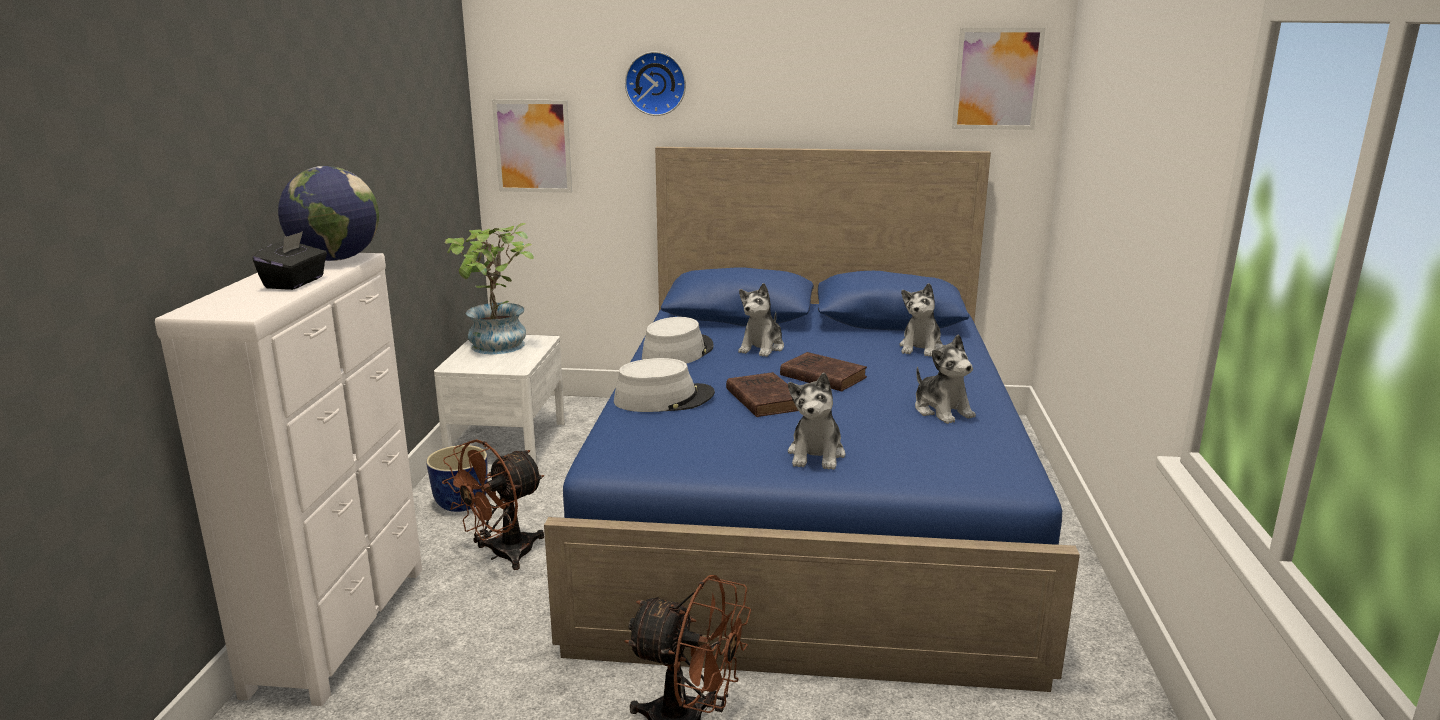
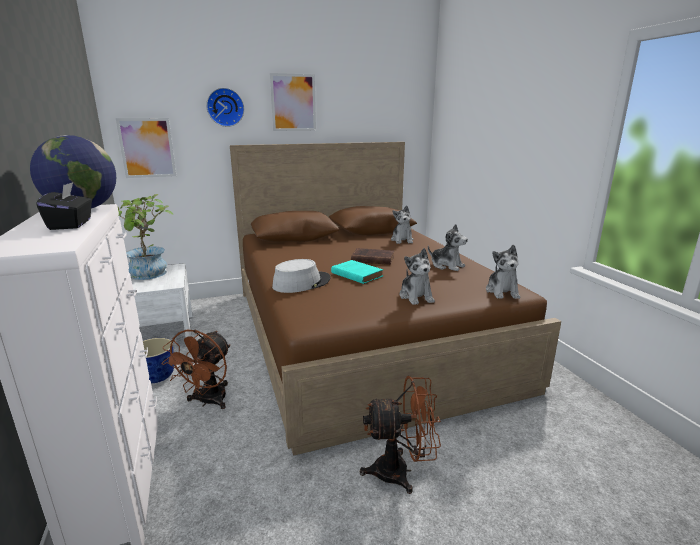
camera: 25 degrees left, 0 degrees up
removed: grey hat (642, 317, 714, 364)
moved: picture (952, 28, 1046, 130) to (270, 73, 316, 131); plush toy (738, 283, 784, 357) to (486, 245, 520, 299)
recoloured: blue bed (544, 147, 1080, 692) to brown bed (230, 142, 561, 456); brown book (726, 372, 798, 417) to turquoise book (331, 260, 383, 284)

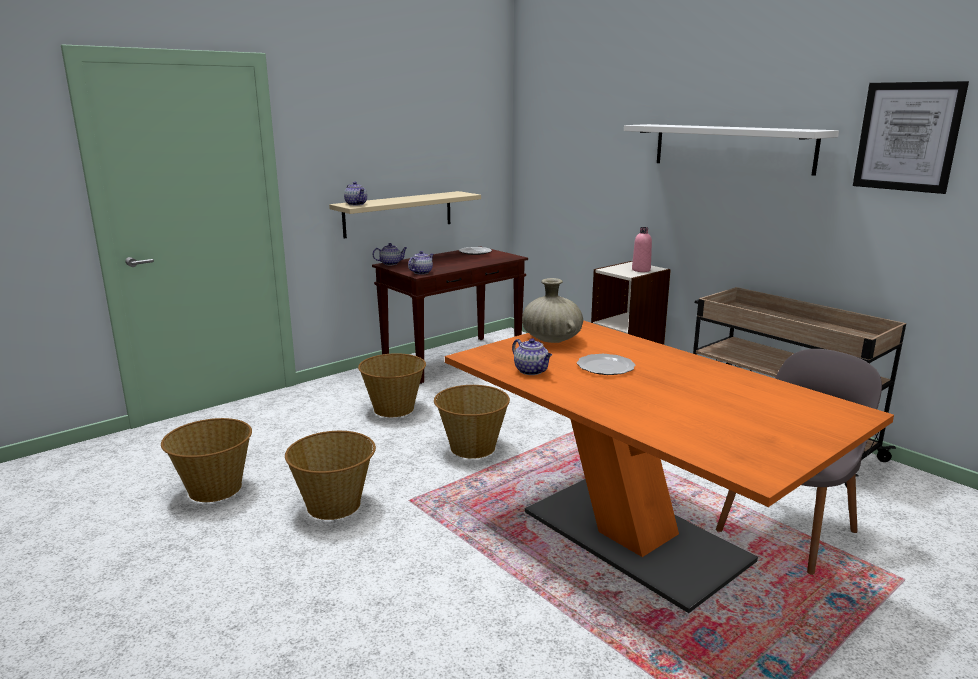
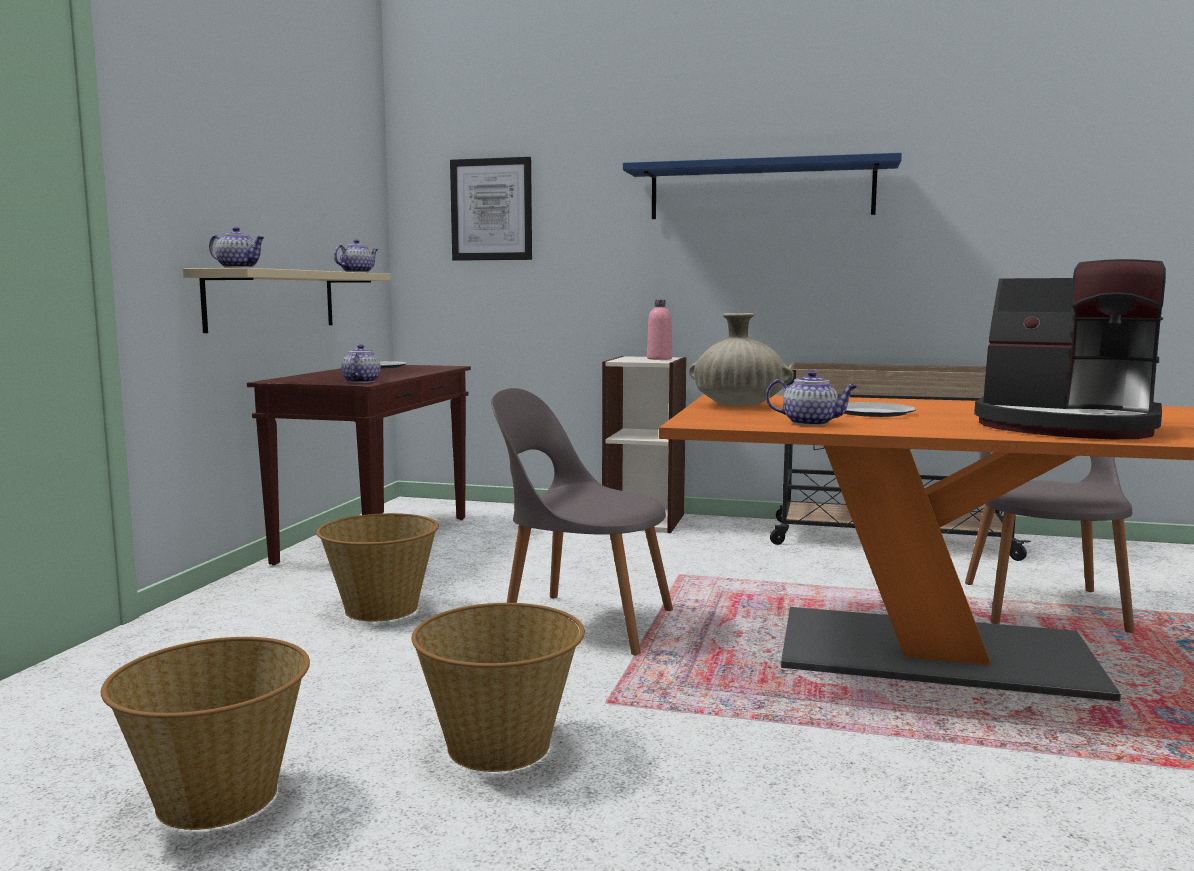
camera: 35 degrees left, 10 degrees down
added: coffee machine (974, 259, 1166, 439)
moved: teapot (373, 243, 407, 265) to (334, 239, 378, 273); picture (853, 81, 969, 194) to (450, 157, 532, 261)
replaced: basket (434, 385, 510, 459) to grey chair (491, 388, 673, 655)
recoloured: white shelf (624, 124, 839, 176) to blue shelf (623, 153, 902, 219)

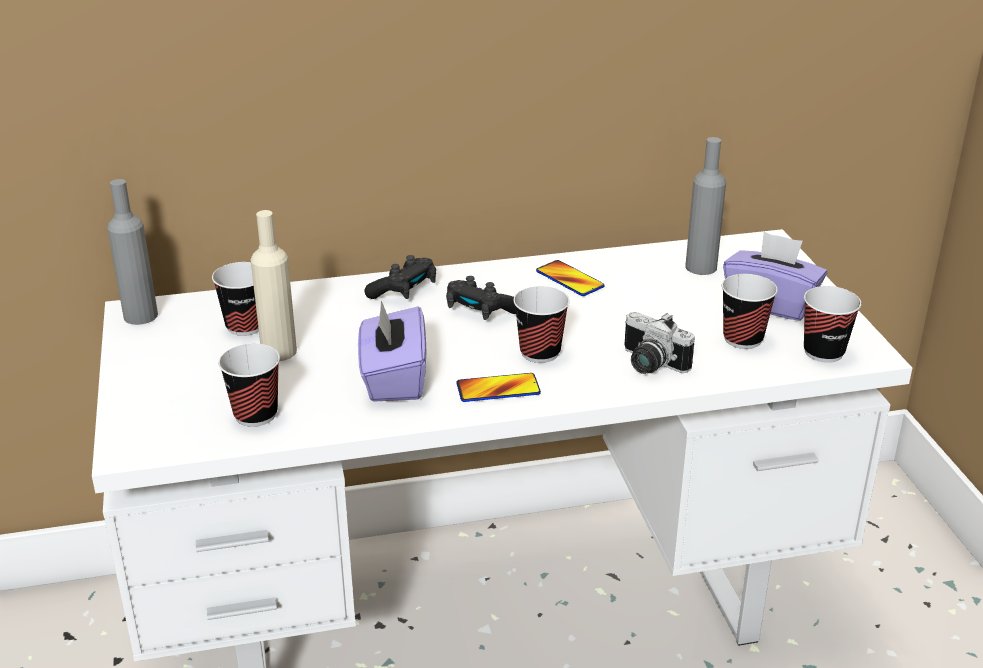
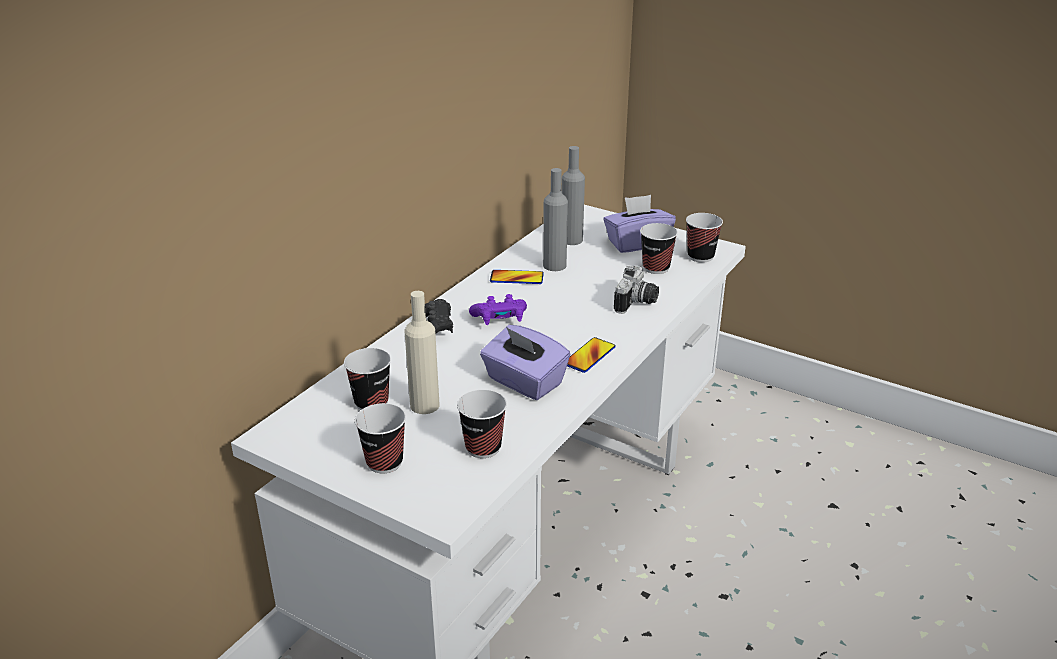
camera: 45 degrees left, 0 degrees up
moved: cup (513, 286, 570, 363) to (355, 403, 406, 473); grey bottle (107, 179, 158, 325) to (543, 168, 568, 271)
recoloured: black game controller (446, 276, 516, 320) to purple game controller (469, 294, 527, 325)
turned: photo camera (624, 312, 695, 374) = (614, 265, 659, 314) 60 degrees counterclockwise

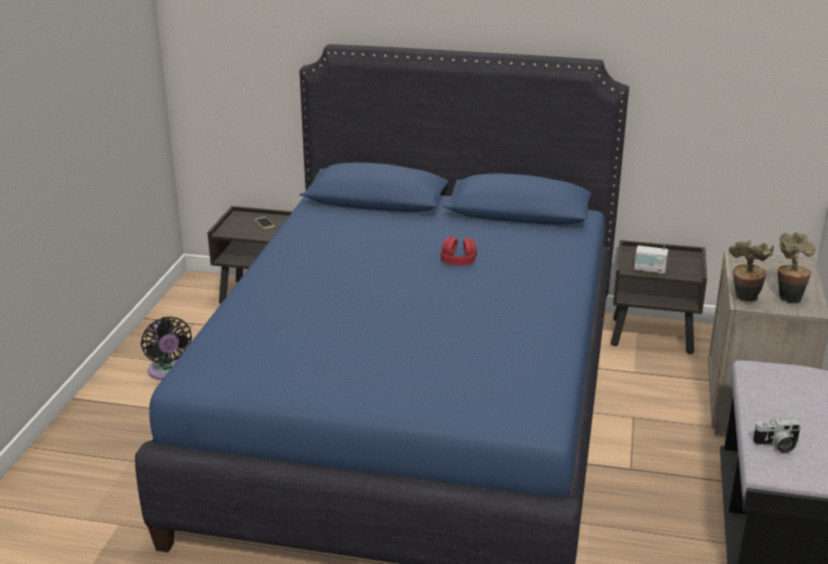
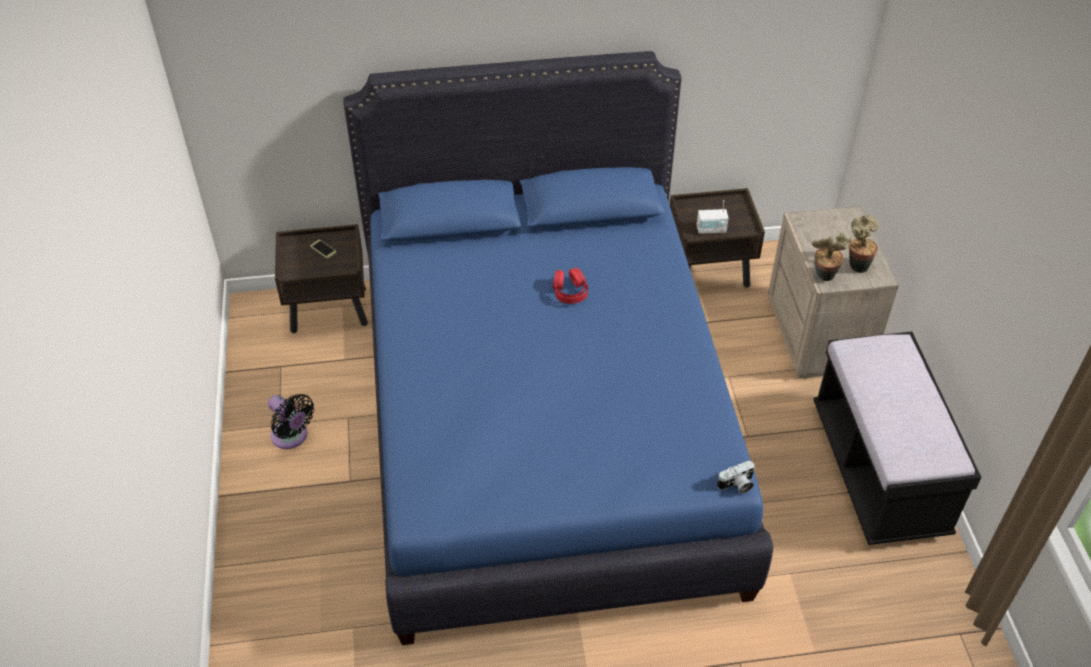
camera: 20 degrees left, 20 degrees up
moved: photo camera (753, 418, 801, 453) to (717, 460, 755, 494)

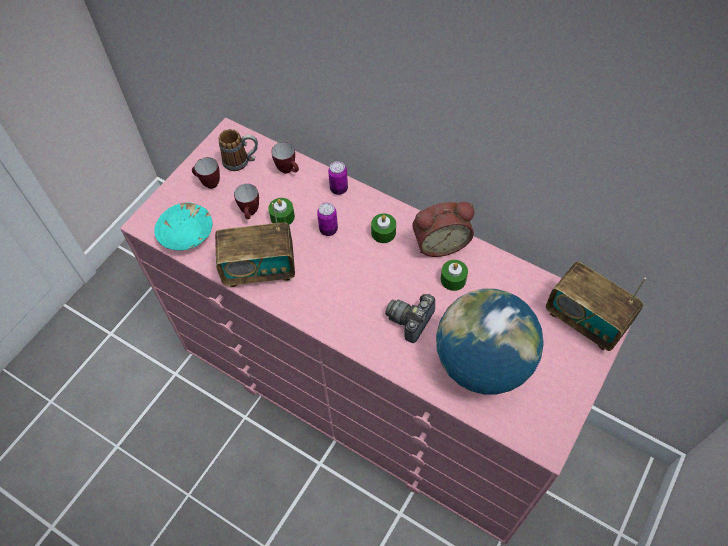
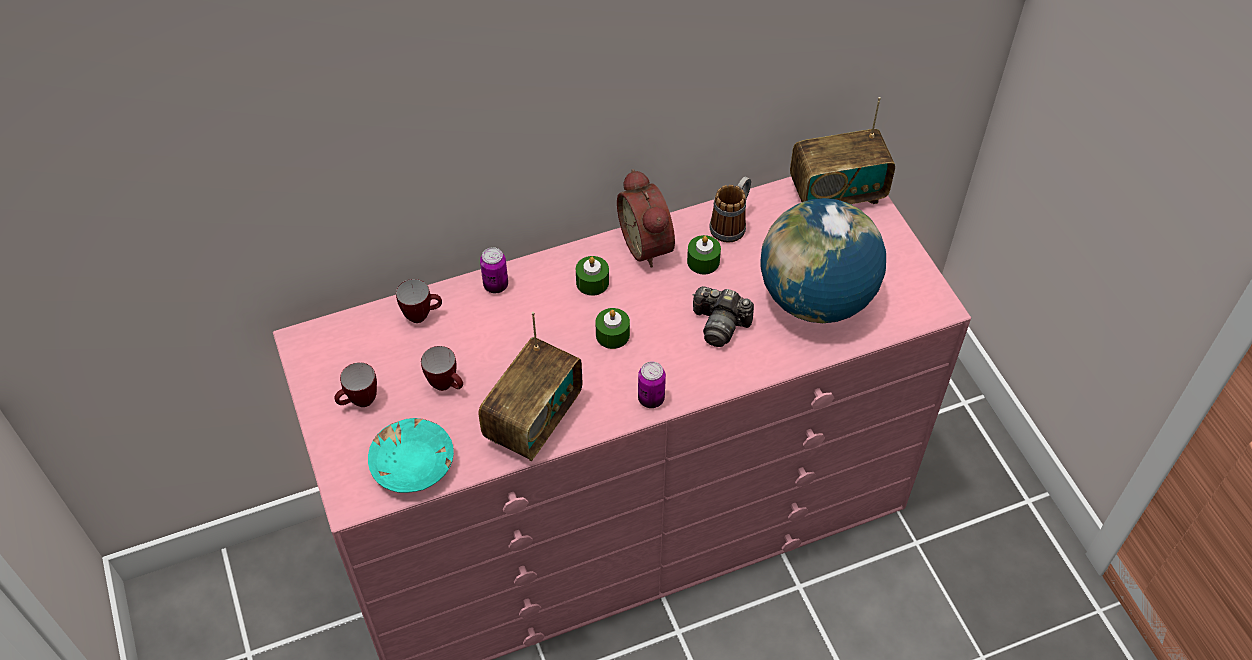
camera: 55 degrees left, 5 degrees down
moved: green candle (268, 198, 295, 225) to (595, 308, 630, 349); can (317, 202, 338, 236) to (638, 361, 666, 408); mug (219, 129, 258, 171) to (709, 177, 751, 242)
turned: alarm clock (412, 202, 475, 257) = (617, 169, 675, 268) 135 degrees clockwise; photo camera (385, 294, 435, 343) = (692, 286, 754, 347) 45 degrees counterclockwise

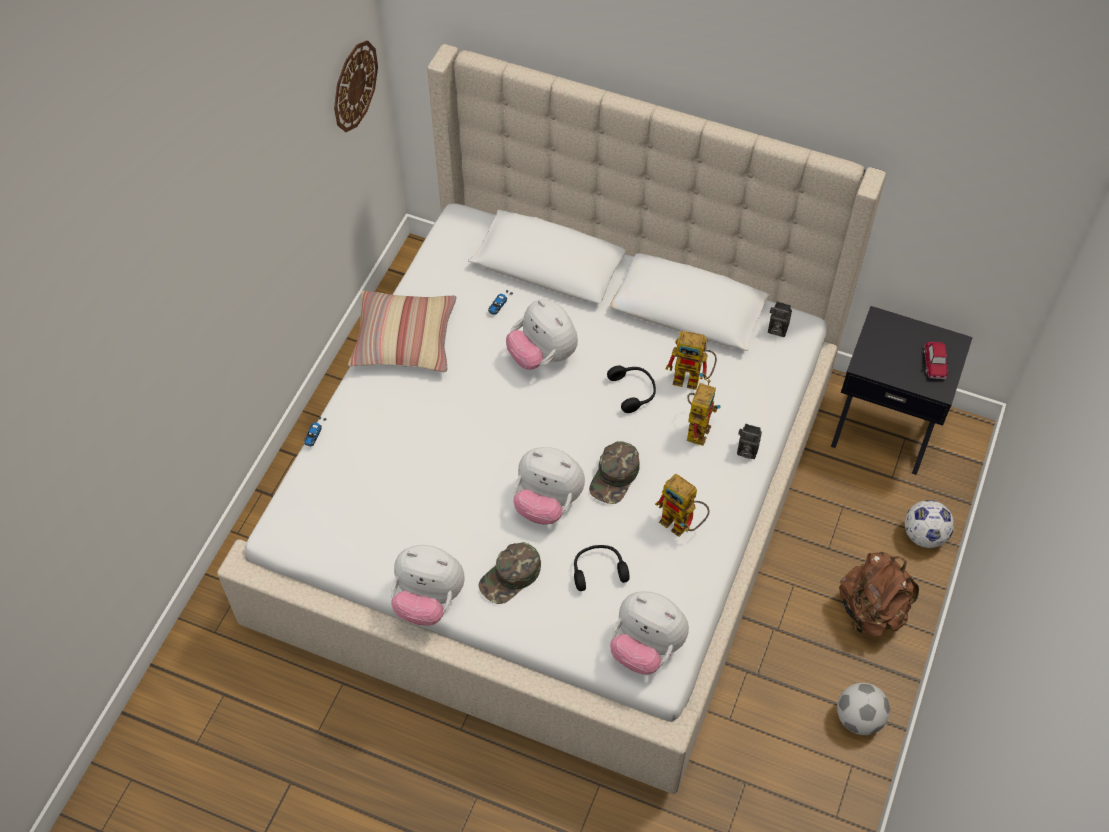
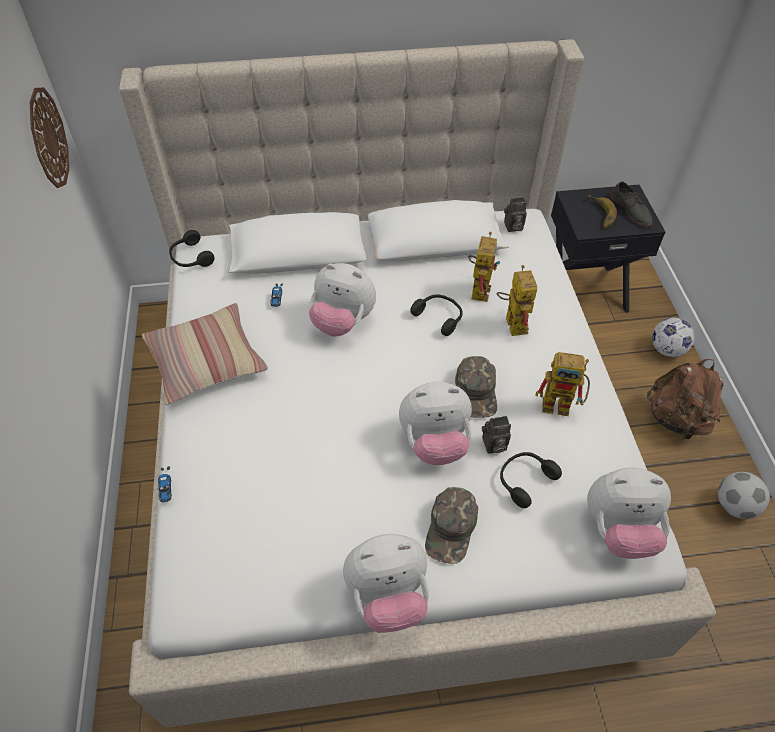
camera: 30 degrees left, 5 degrees down
added: black headphones (169, 230, 215, 267); banana (585, 195, 617, 229)
moved: photo camera (737, 424, 762, 459) to (482, 416, 511, 454)
replaced: toy car (924, 342, 950, 379) to grey shoe (610, 181, 653, 227)
turned: toy robot (665, 331, 717, 390) = (469, 232, 500, 302) 60 degrees counterclockwise

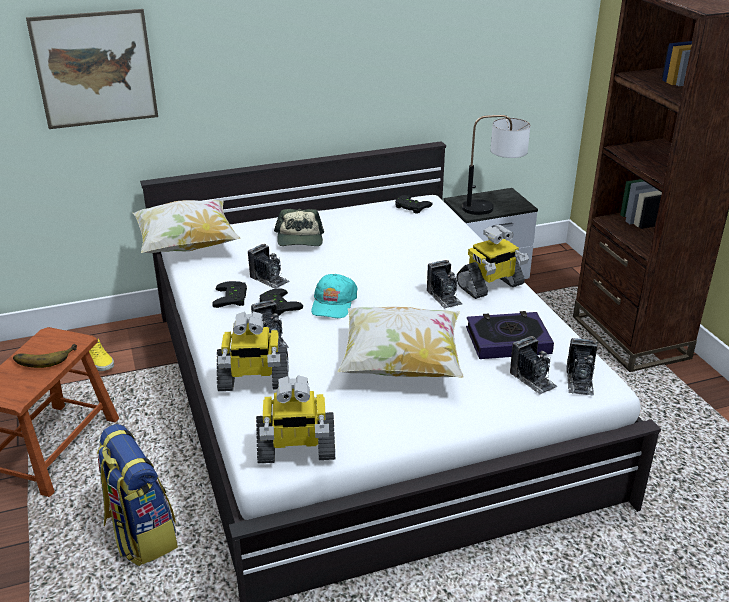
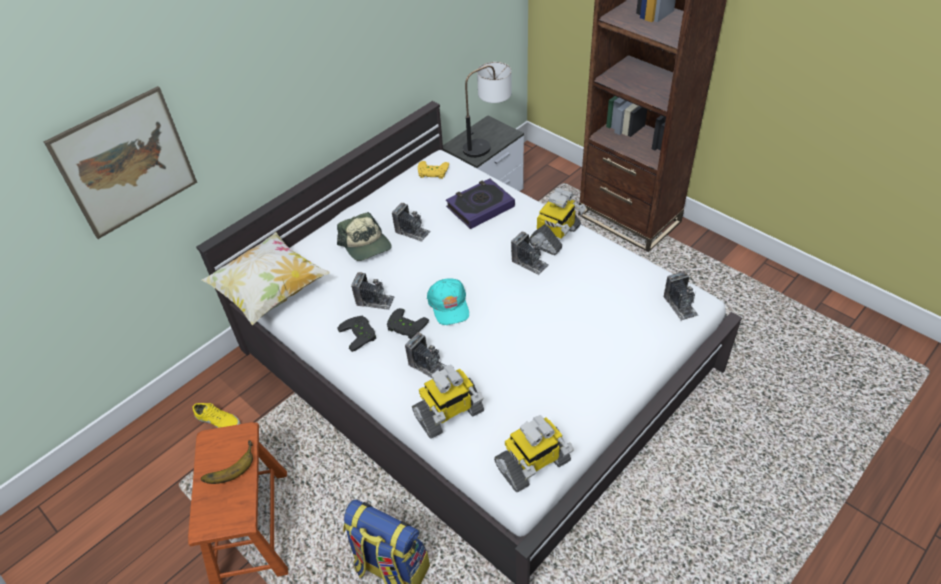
camera: 25 degrees left, 15 degrees up
removed: pillow (337, 307, 464, 378)
moved: photo camera (510, 336, 558, 395) to (392, 202, 431, 242); book (466, 311, 554, 359) to (446, 178, 515, 229)
recoloured: black game controller (395, 195, 432, 214) to yellow game controller (418, 161, 449, 179)

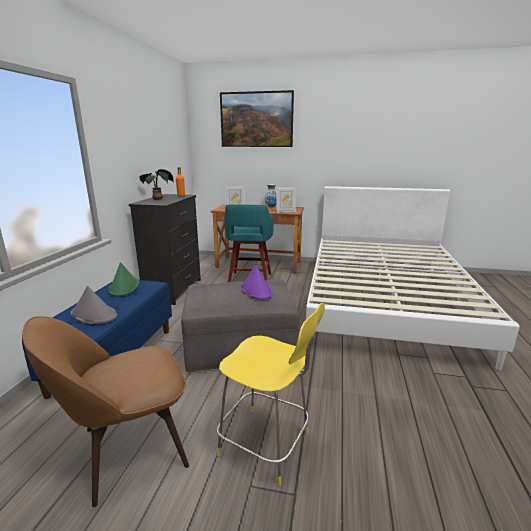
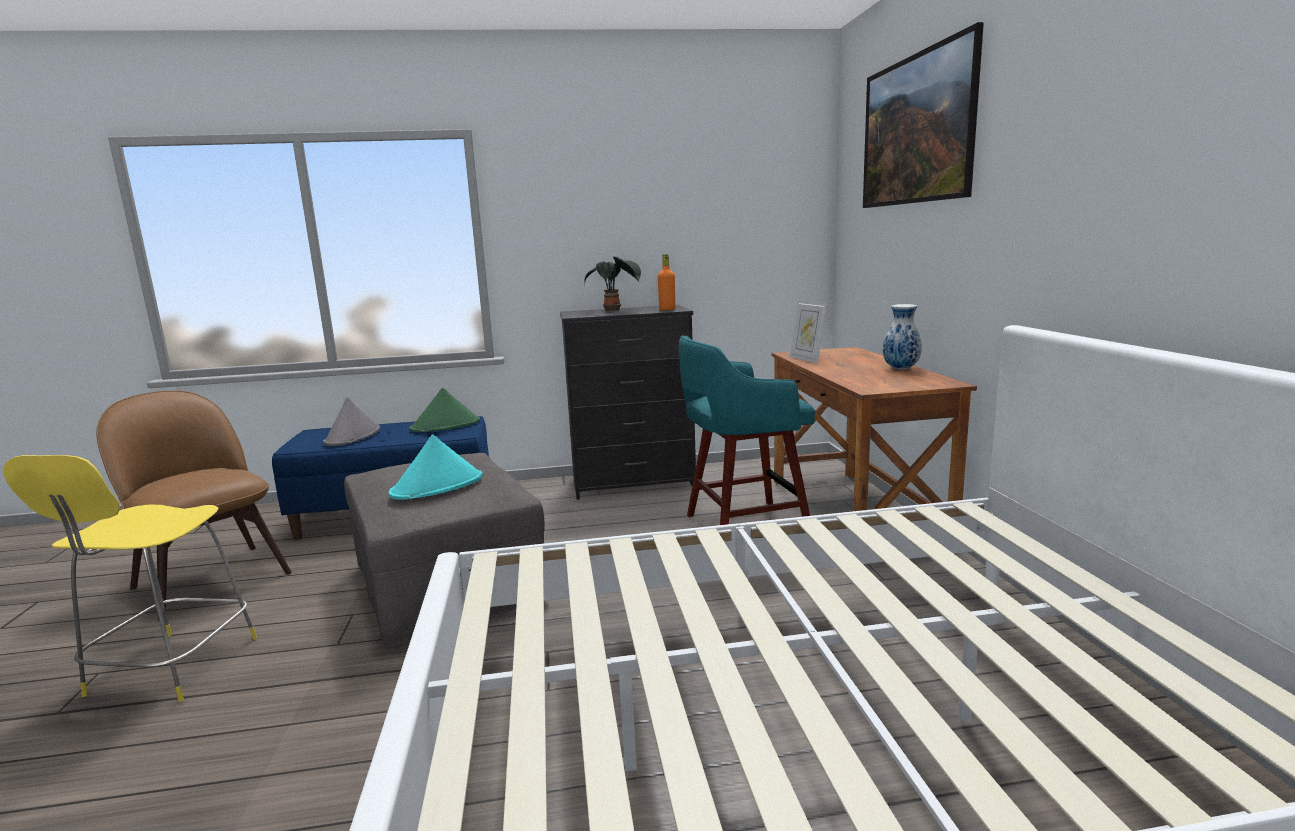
camera: 70 degrees right, 5 degrees down
removed: picture frame (276, 187, 296, 213)
recoloured: purple hat (241, 264, 273, 300) to turquoise hat (389, 434, 483, 500)

